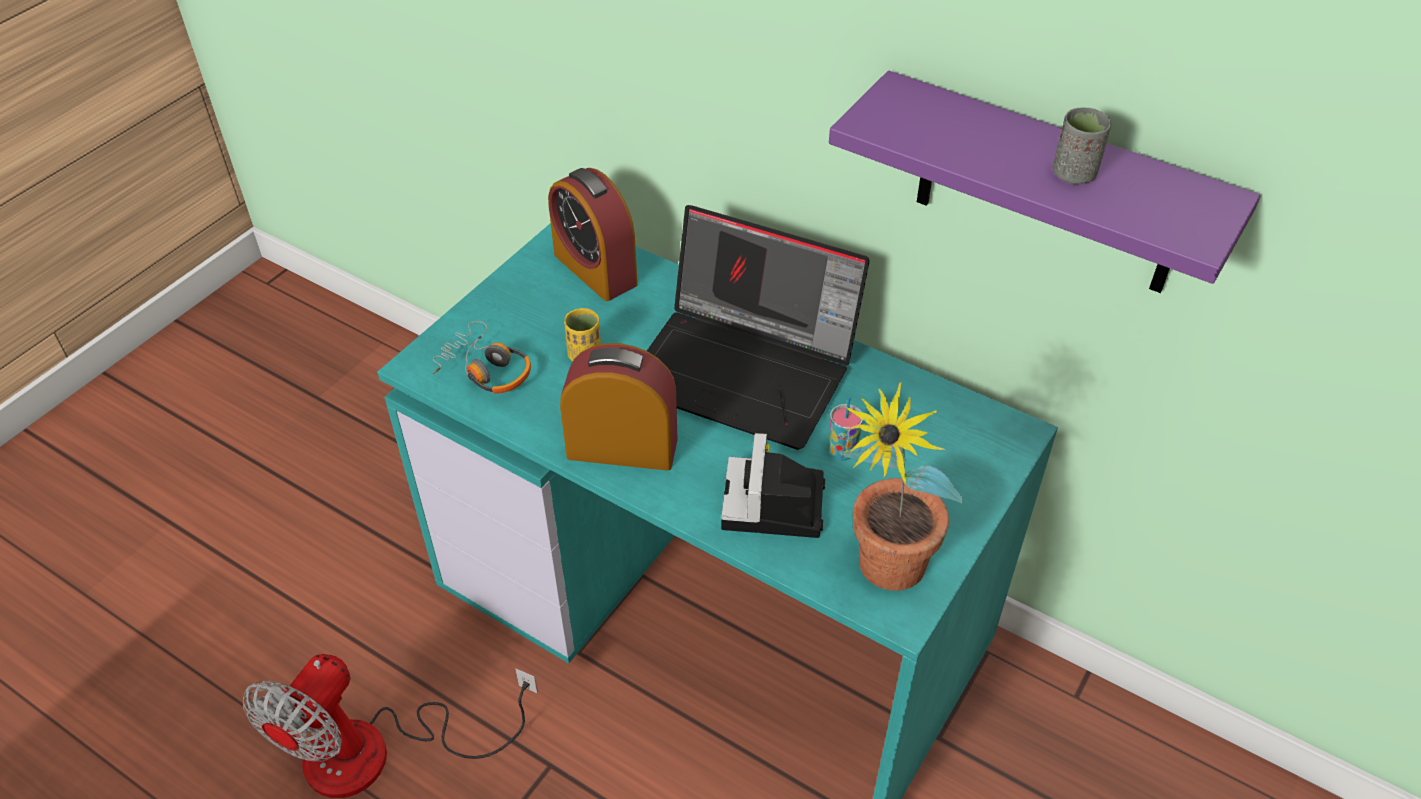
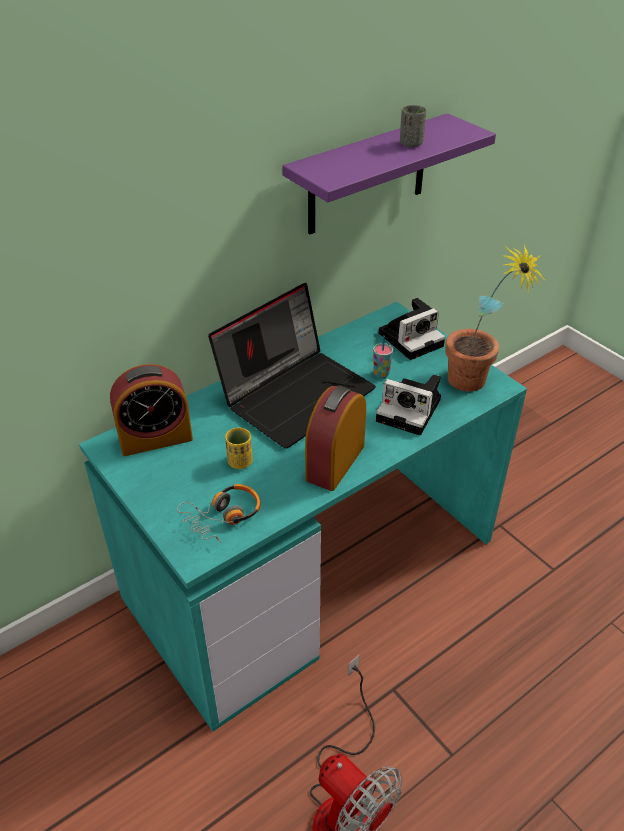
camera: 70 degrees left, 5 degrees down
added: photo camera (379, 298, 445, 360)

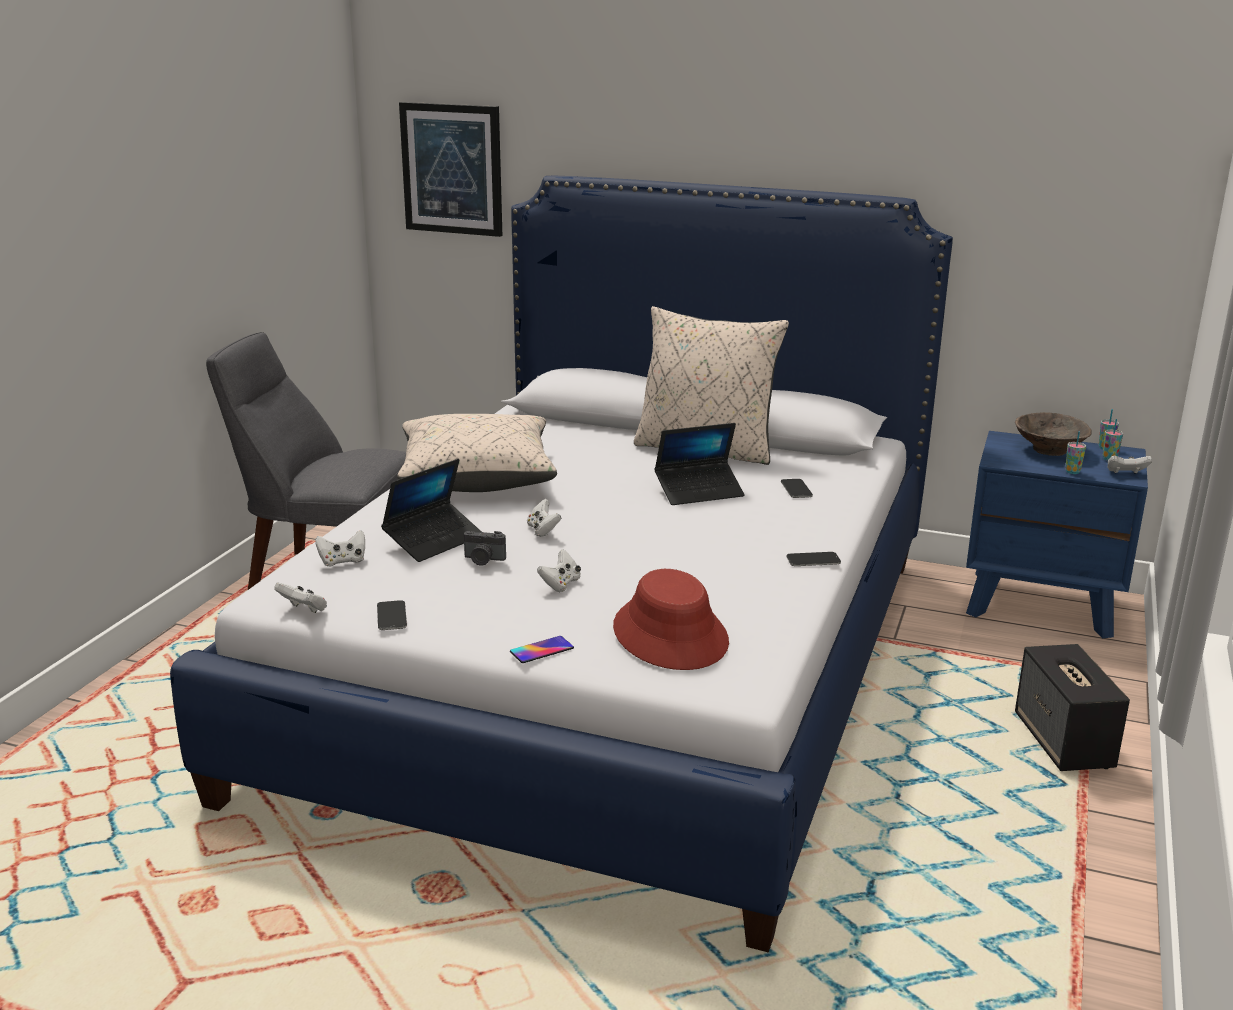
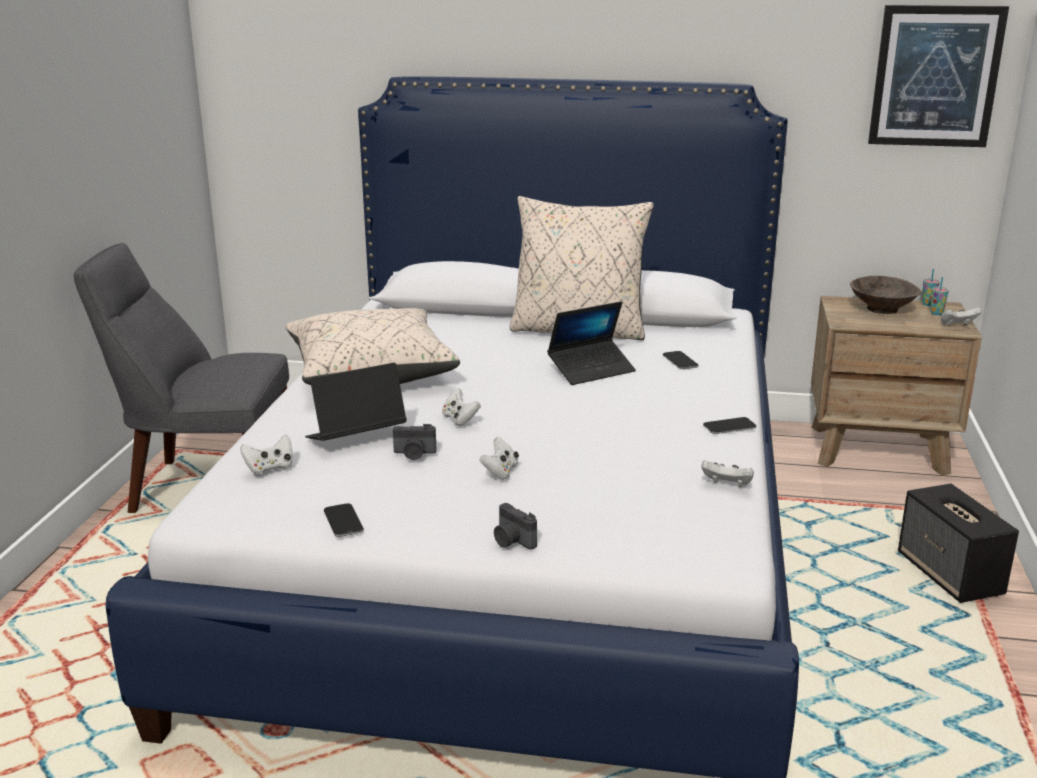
camera: 10 degrees left, 0 degrees up
removed: red hat (613, 569, 729, 670); cup (1065, 431, 1086, 474)
moved: white game controller (274, 582, 327, 613) to (701, 460, 754, 487); picture (399, 102, 502, 237) to (868, 5, 1009, 147)
replaced: phone (510, 636, 574, 663) to photo camera (494, 503, 537, 550)
recoloured: blue nightstand (966, 431, 1148, 638) to brown nightstand (811, 296, 982, 476)
turned: laptop (381, 459, 482, 562) = (305, 363, 407, 441) 150 degrees counterclockwise

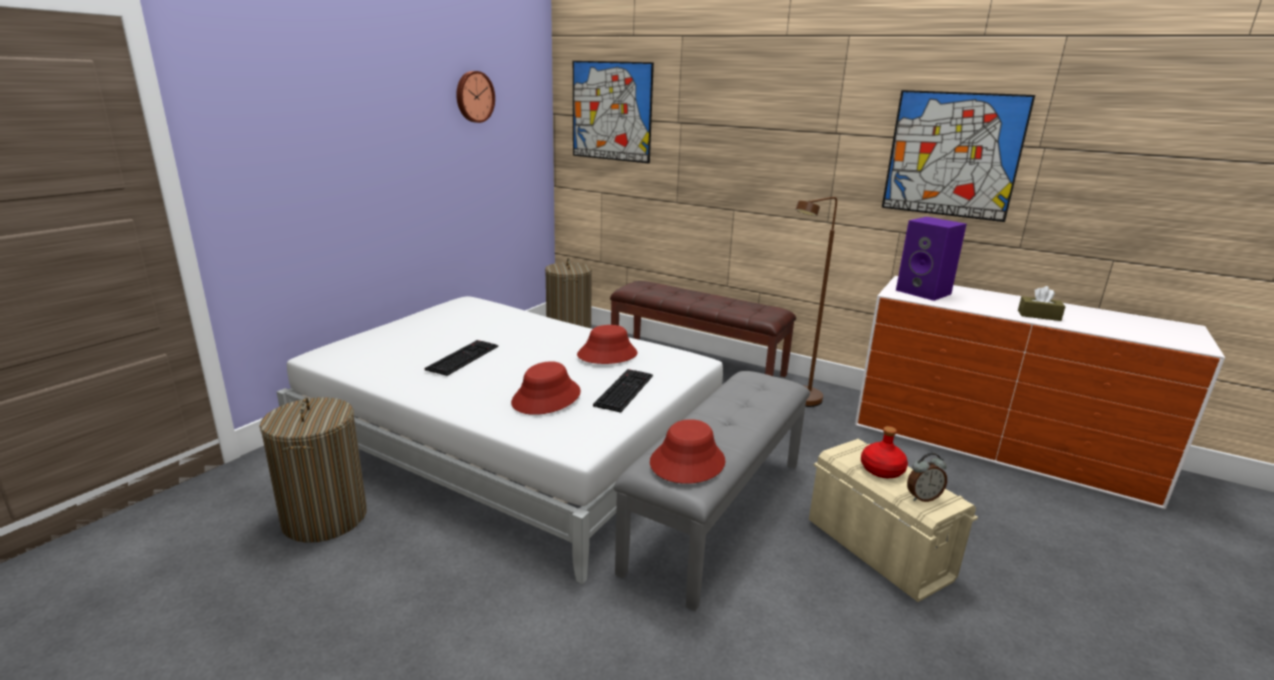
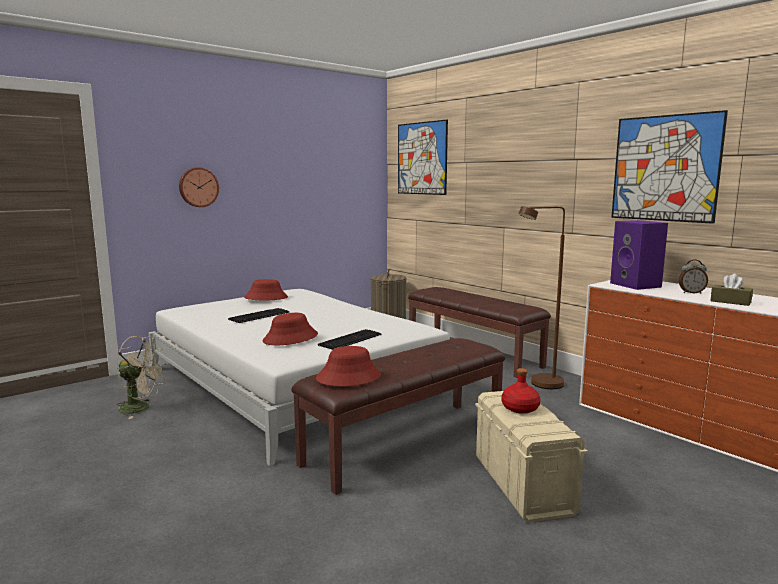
camera: 20 degrees right, 10 degrees down
moved: wall clock (456, 71, 495, 123) to (179, 167, 219, 207); red hat (577, 325, 638, 364) to (244, 279, 288, 300); alarm clock (907, 453, 947, 502) to (679, 259, 708, 293)
replaced: laundry basket (259, 397, 367, 543) to beige fan (117, 336, 166, 419)
recoloured: grey bench (614, 371, 810, 611) to brown bench (291, 338, 505, 495)

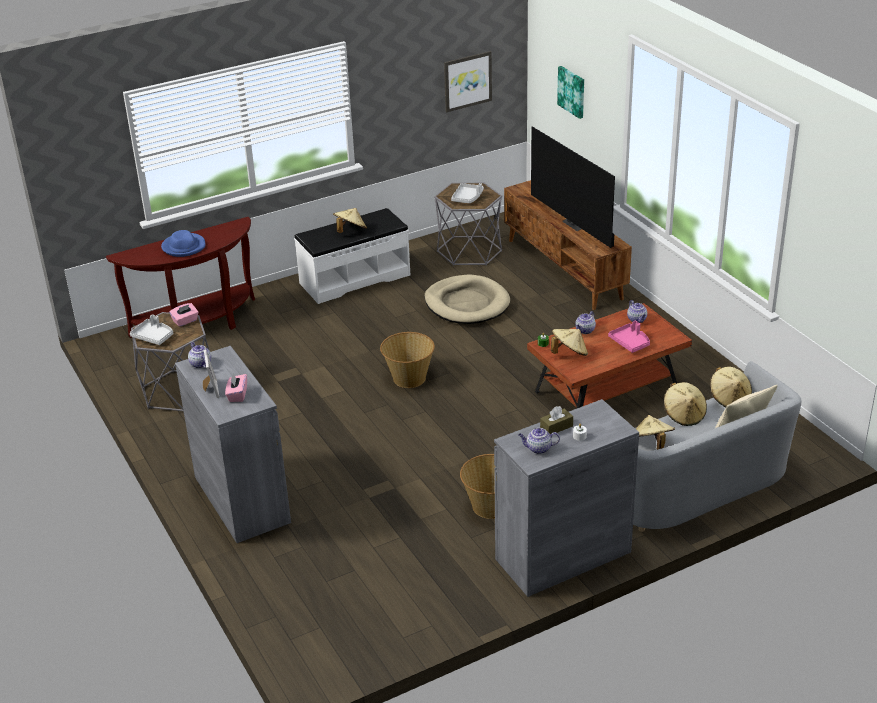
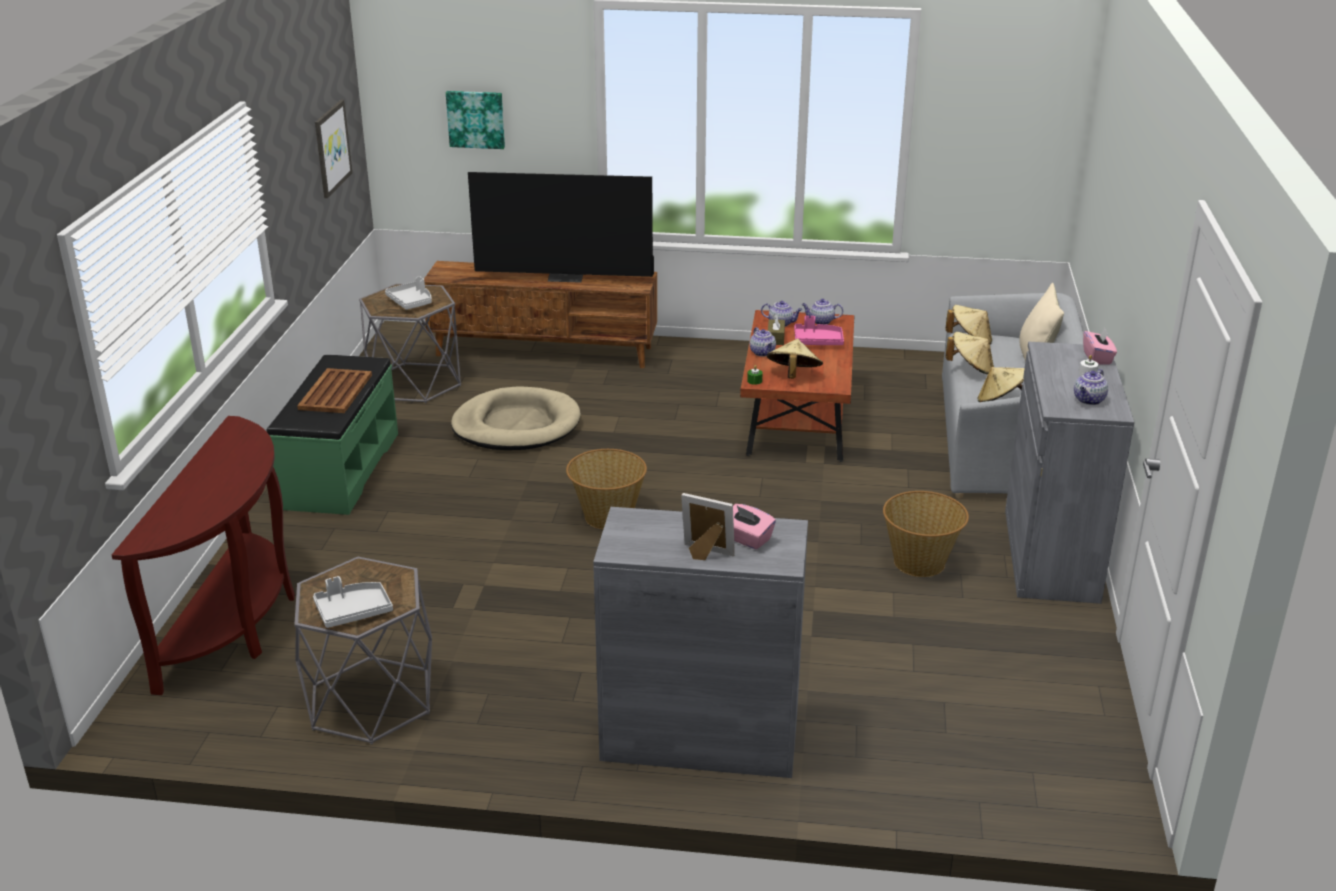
camera: 55 degrees left, 5 degrees down
removed: blue hat (161, 230, 205, 257)
moved: brown tissue box (540, 406, 573, 434) to (768, 314, 785, 345); teapot (188, 342, 211, 368) to (802, 299, 843, 325); pink tissue box (169, 303, 199, 327) to (1083, 328, 1117, 364)
replaced: beige hat (333, 208, 367, 233) to brown tray (297, 368, 372, 413)
recoloured: white bench (294, 208, 410, 304) to green bench (267, 355, 398, 515)

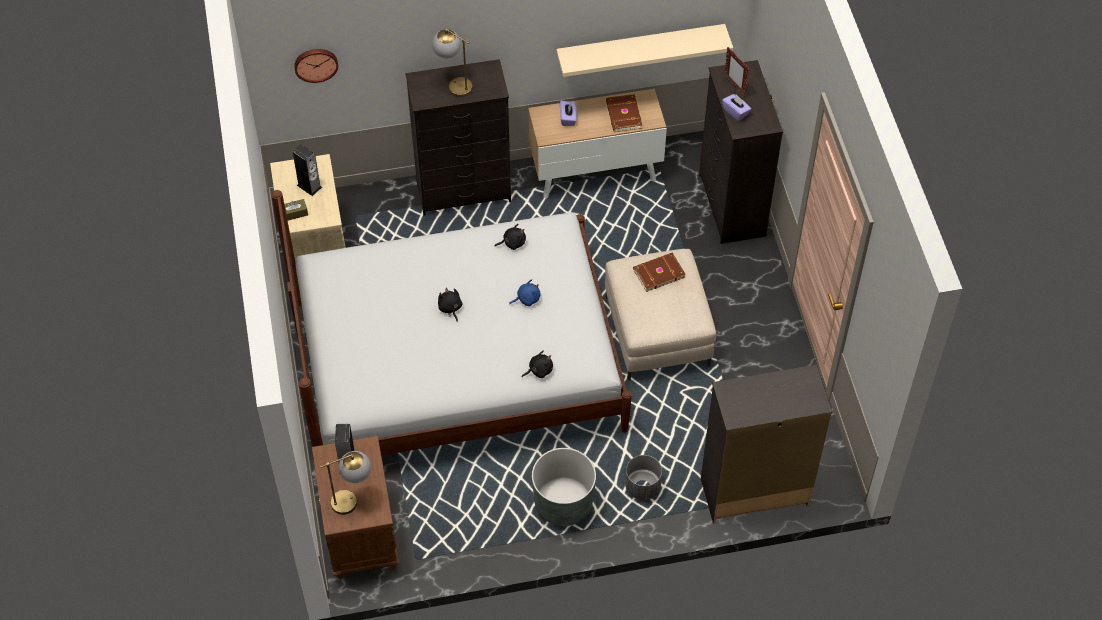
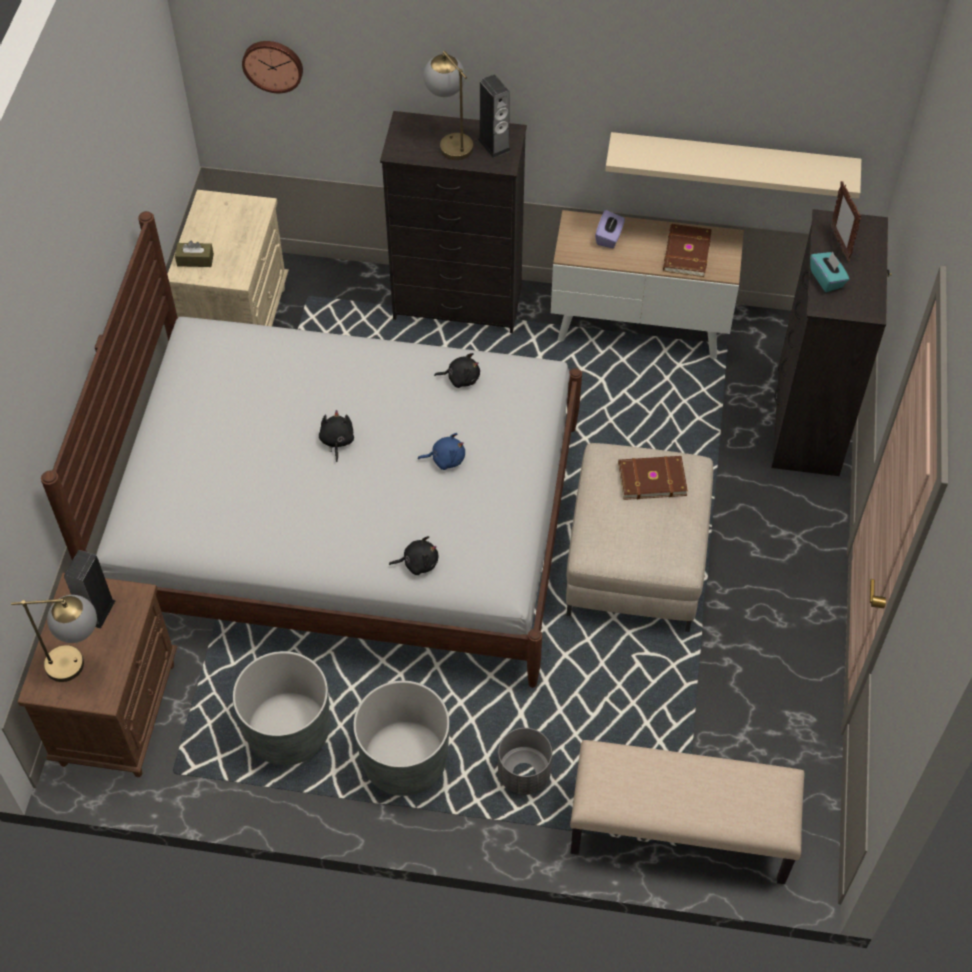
camera: 20 degrees right, 0 degrees up
added: grey planter (233, 651, 330, 765)
moved: speaker (293, 144, 322, 196) to (478, 75, 511, 158)
replaced: black dresser (701, 365, 832, 523) to beige bench (570, 740, 805, 884)
recoloured: purple tissue box (722, 94, 751, 121) to turquoise tissue box (810, 252, 849, 292)

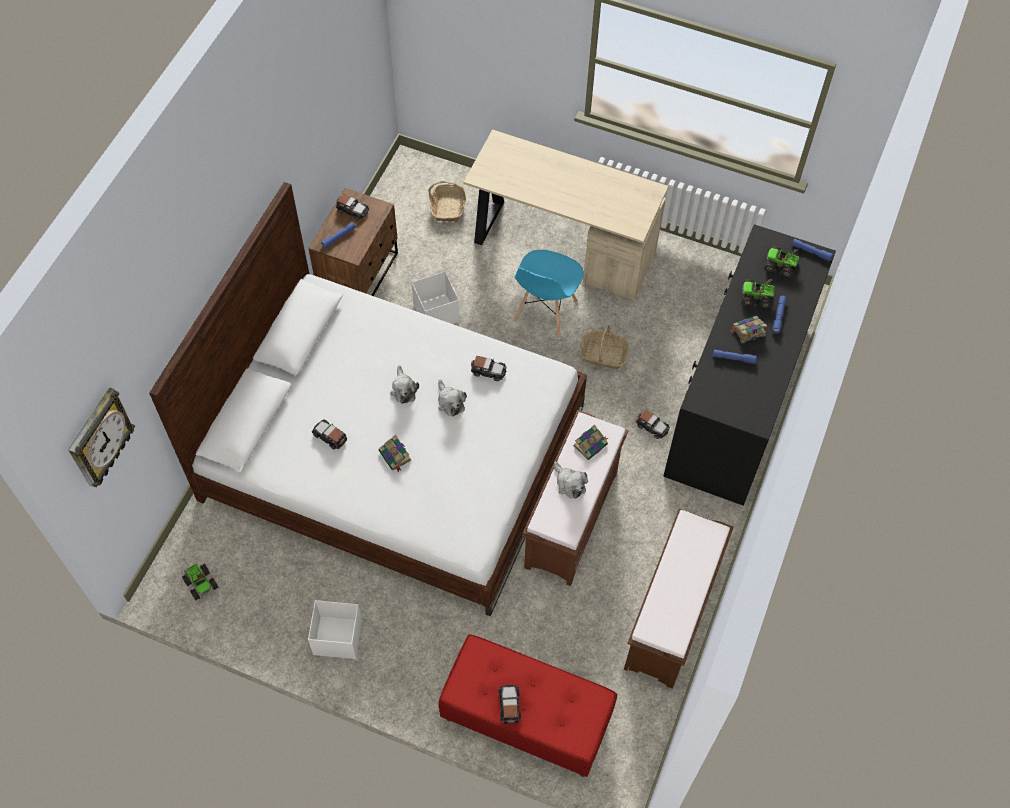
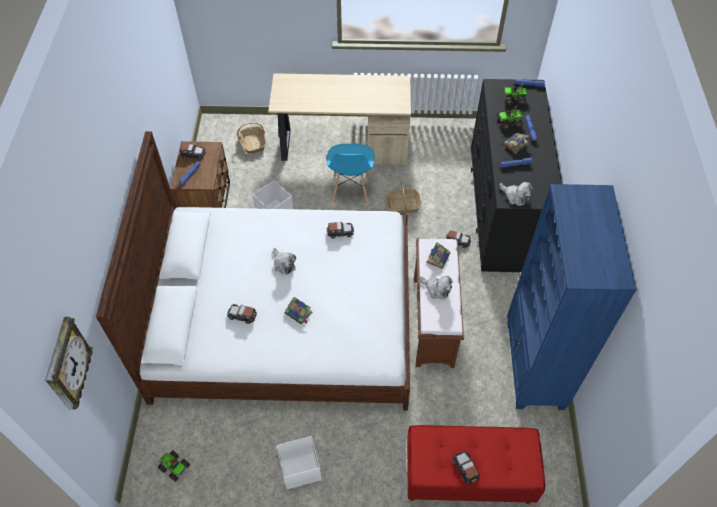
camera: 20 degrees left, 5 degrees down
moved: plush toy (438, 380, 467, 416) to (499, 182, 533, 206)
replaced: brown bench (624, 509, 734, 689) to blue bookcase (507, 184, 637, 410)

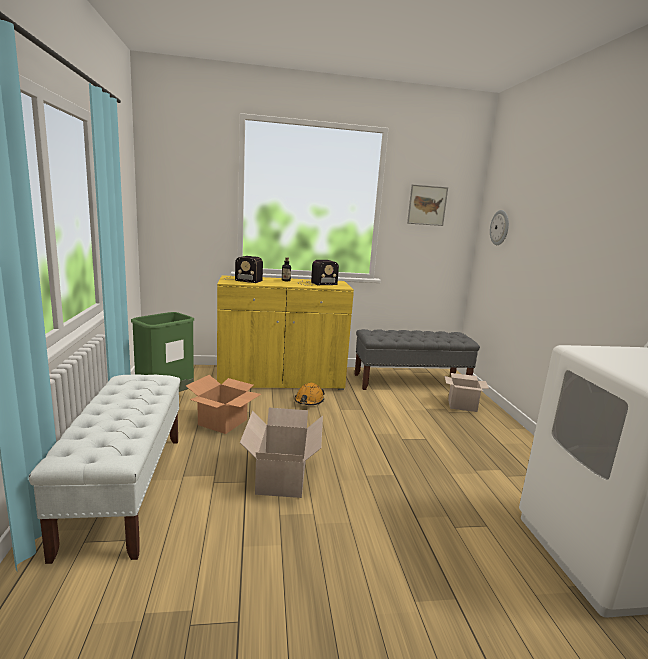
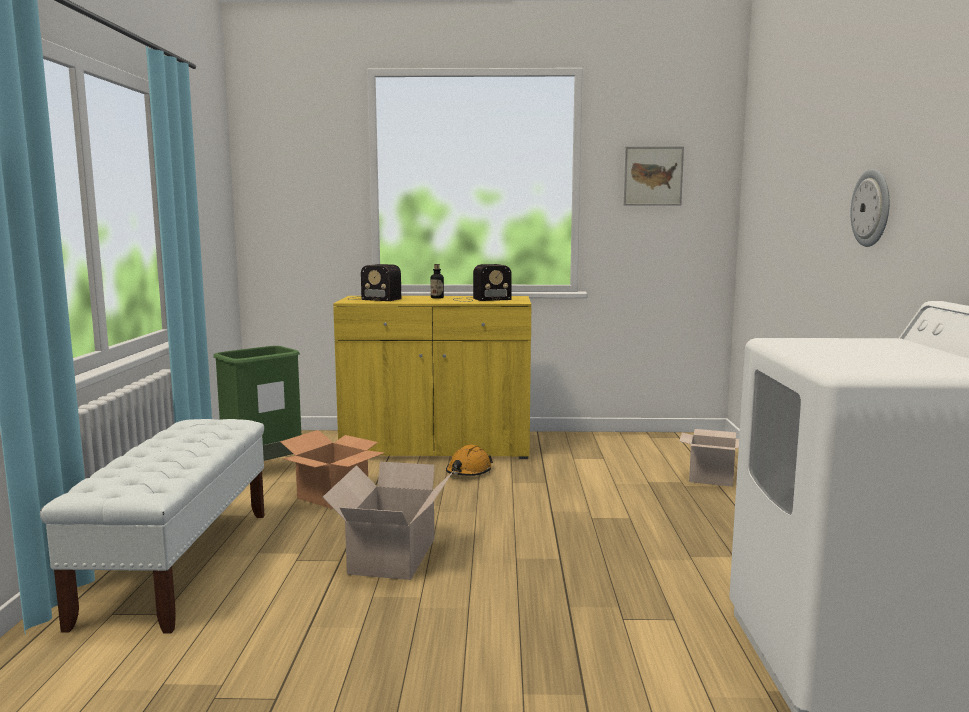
camera: 10 degrees right, 5 degrees down
removed: grey bench (355, 329, 480, 390)
moved: wall clock (490, 210, 509, 245) to (850, 169, 889, 247)

